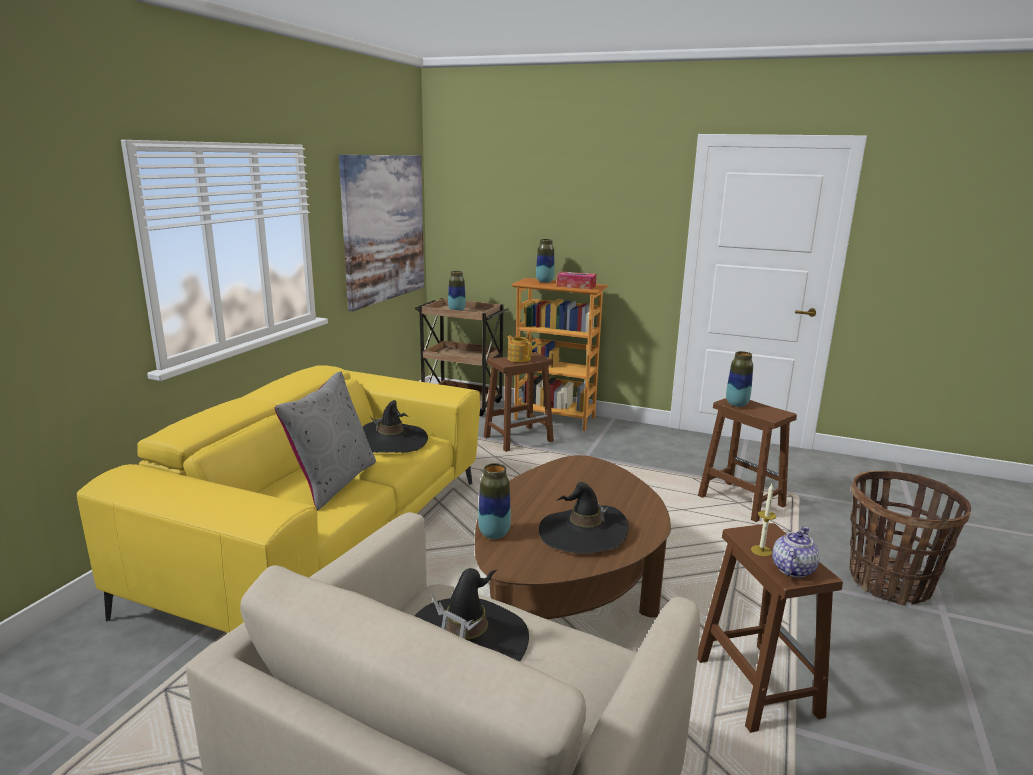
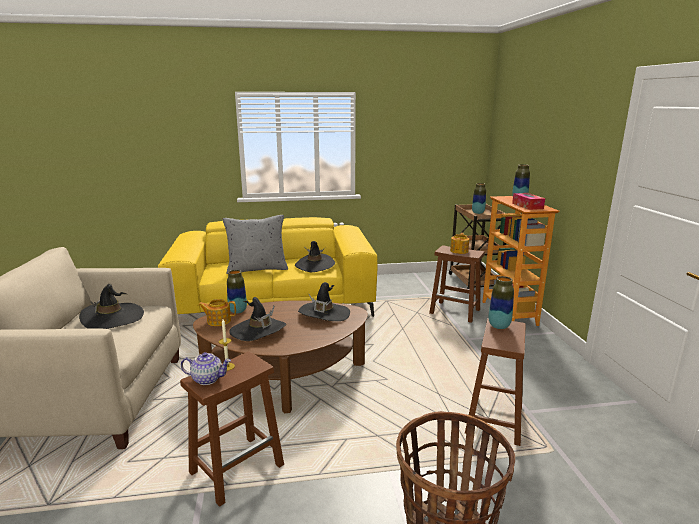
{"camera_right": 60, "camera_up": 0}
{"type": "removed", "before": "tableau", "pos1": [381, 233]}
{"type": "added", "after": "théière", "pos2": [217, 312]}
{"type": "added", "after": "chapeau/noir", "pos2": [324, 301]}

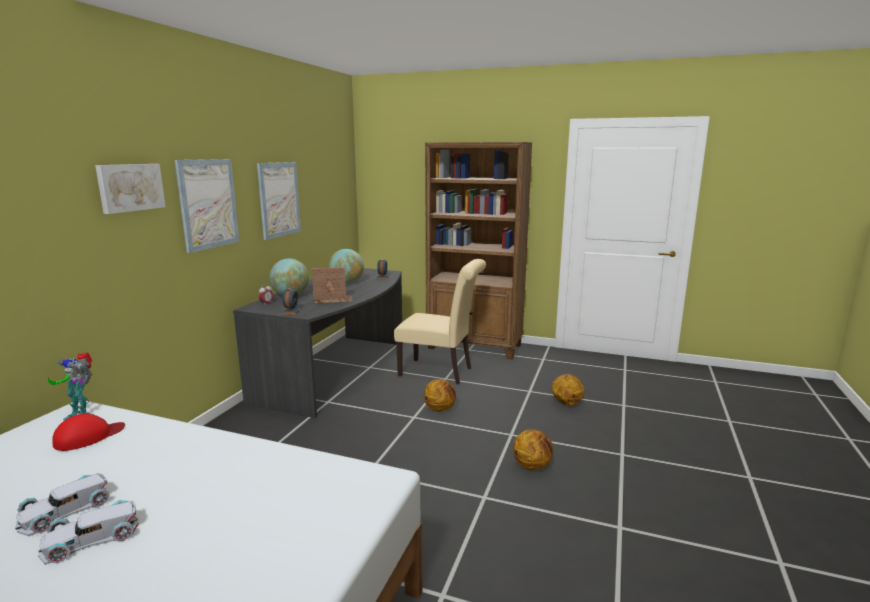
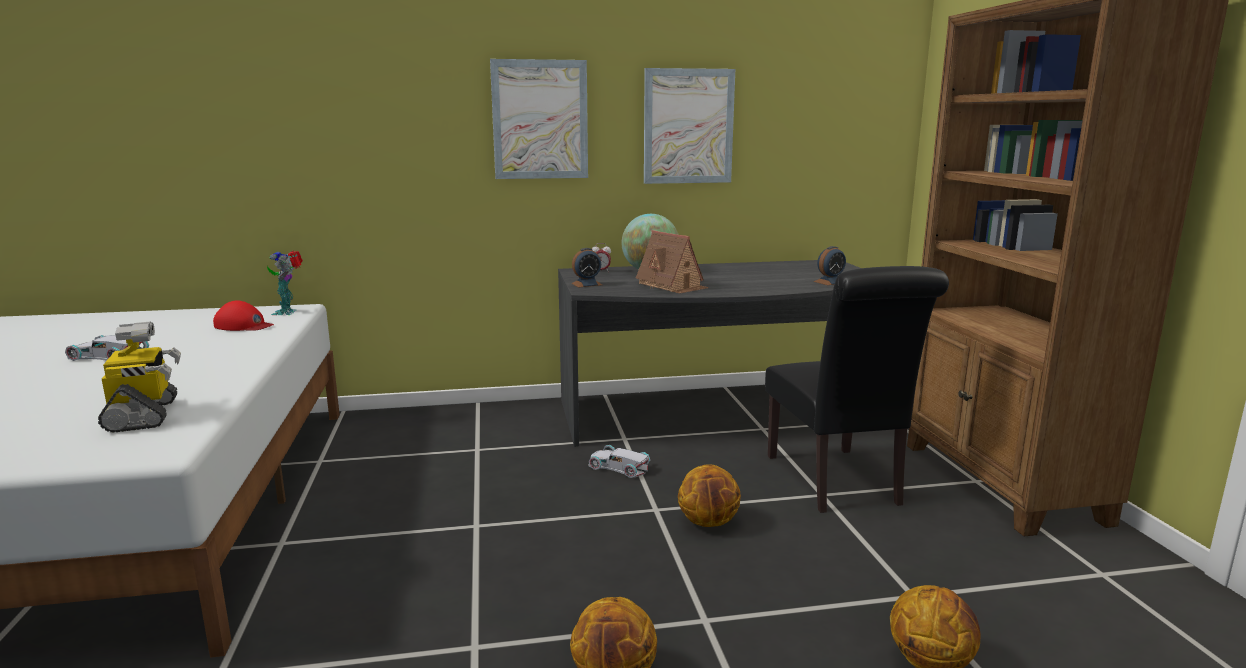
{"camera_right": 60, "camera_up": 0}
{"type": "removed", "before": "tableau", "pos1": [130, 189]}
{"type": "removed", "before": "globe", "pos1": [346, 266]}
{"type": "added", "after": "robot jouet", "pos2": [139, 377]}
{"type": "moved", "before": "petite voiture/blanc", "pos1": [88, 532], "pos2": [619, 461]}
{"type": "recoloured", "before": "chaise/beige", "after": "chaise/noir", "pos1": [440, 321], "pos2": [857, 389]}

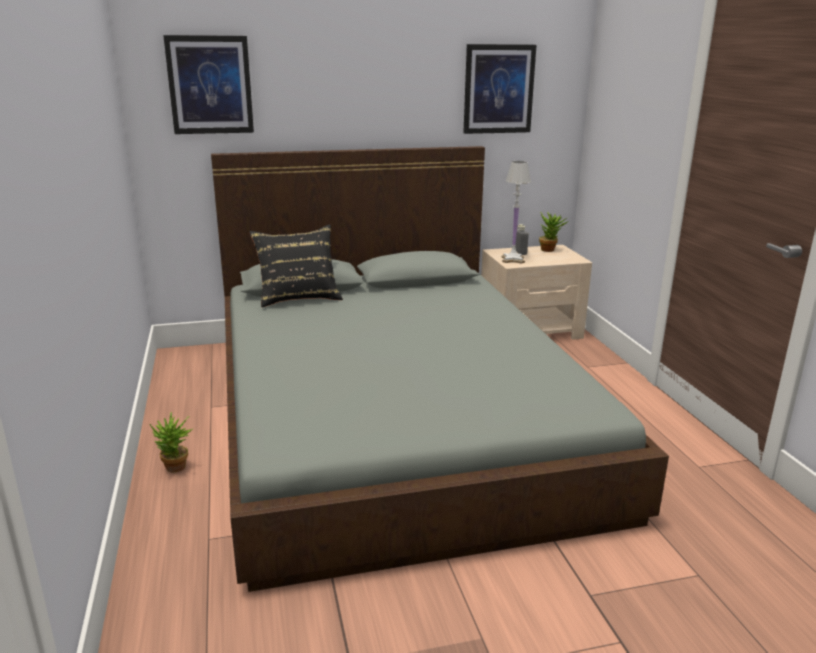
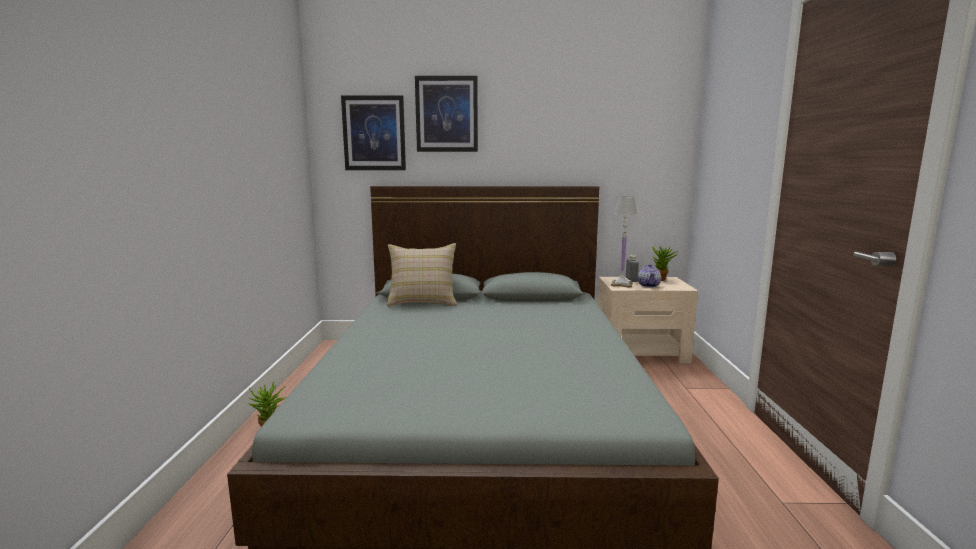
{"camera_right": 15, "camera_up": -10}
{"type": "added", "after": "théière", "pos2": [649, 276]}
{"type": "moved", "before": "tableau", "pos1": [500, 89], "pos2": [446, 114]}
{"type": "recoloured", "before": "coussin/noir", "after": "coussin/beige", "pos1": [296, 266], "pos2": [422, 274]}

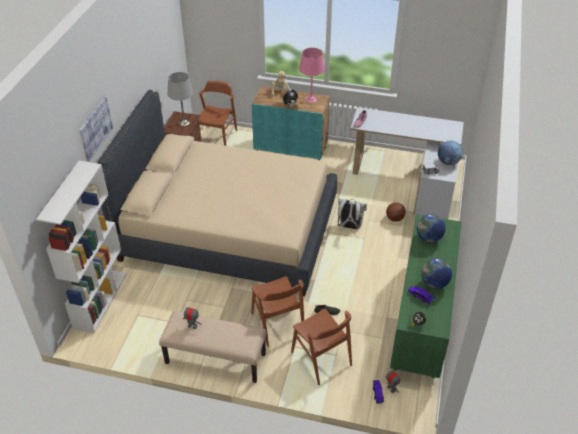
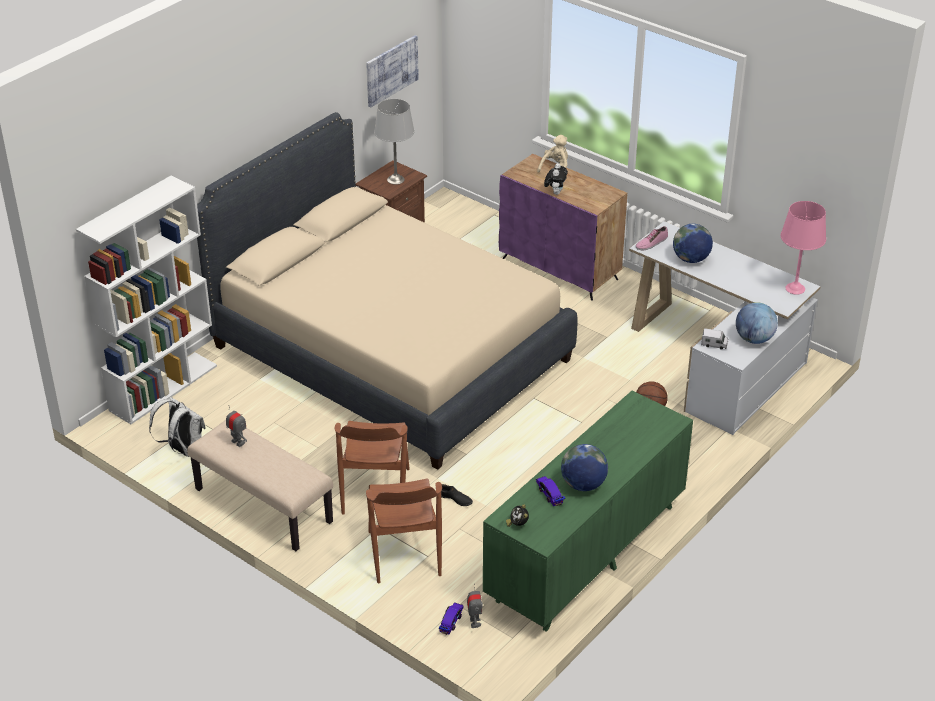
{"camera_right": 25, "camera_up": -5}
{"type": "removed", "before": "chaise/marron", "pos1": [218, 113]}
{"type": "moved", "before": "tableau", "pos1": [96, 129], "pos2": [392, 71]}
{"type": "moved", "before": "lampe de table/rose", "pos1": [312, 75], "pos2": [803, 248]}
{"type": "moved", "before": "sac à dos/blanc", "pos1": [352, 214], "pos2": [177, 427]}
{"type": "moved", "before": "globe", "pos1": [431, 228], "pos2": [693, 243]}
{"type": "recoloured", "before": "meuble de rangement/turquoise", "after": "meuble de rangement/violet", "pos1": [291, 123], "pos2": [563, 227]}

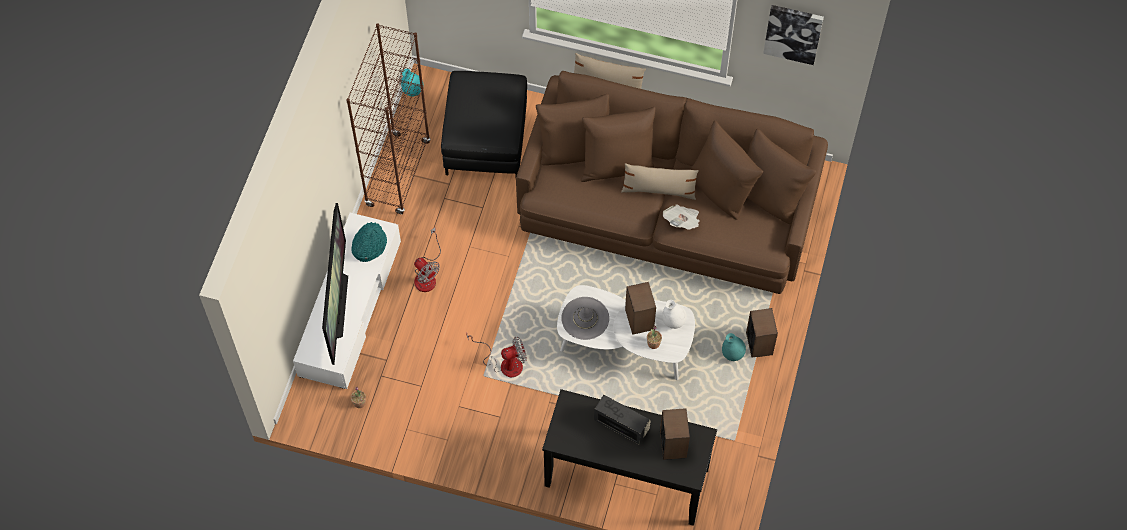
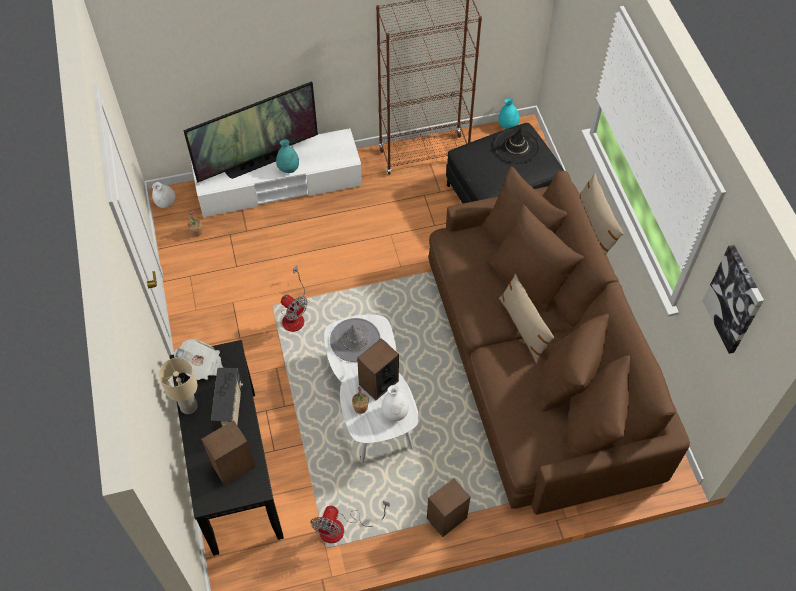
{"camera_right": 60, "camera_up": -5}
{"type": "removed", "before": "chapeau/turquoise", "pos1": [369, 242]}
{"type": "added", "after": "vase/blanc", "pos2": [164, 195]}
{"type": "added", "after": "lampe de table/beige", "pos2": [178, 386]}
{"type": "added", "after": "chapeau/noir", "pos2": [516, 145]}
{"type": "moved", "before": "ventilateur", "pos1": [427, 259], "pos2": [350, 522]}
{"type": "moved", "before": "journal", "pos1": [681, 217], "pos2": [198, 359]}
{"type": "moved", "before": "vase/turquoise", "pos1": [734, 347], "pos2": [287, 156]}

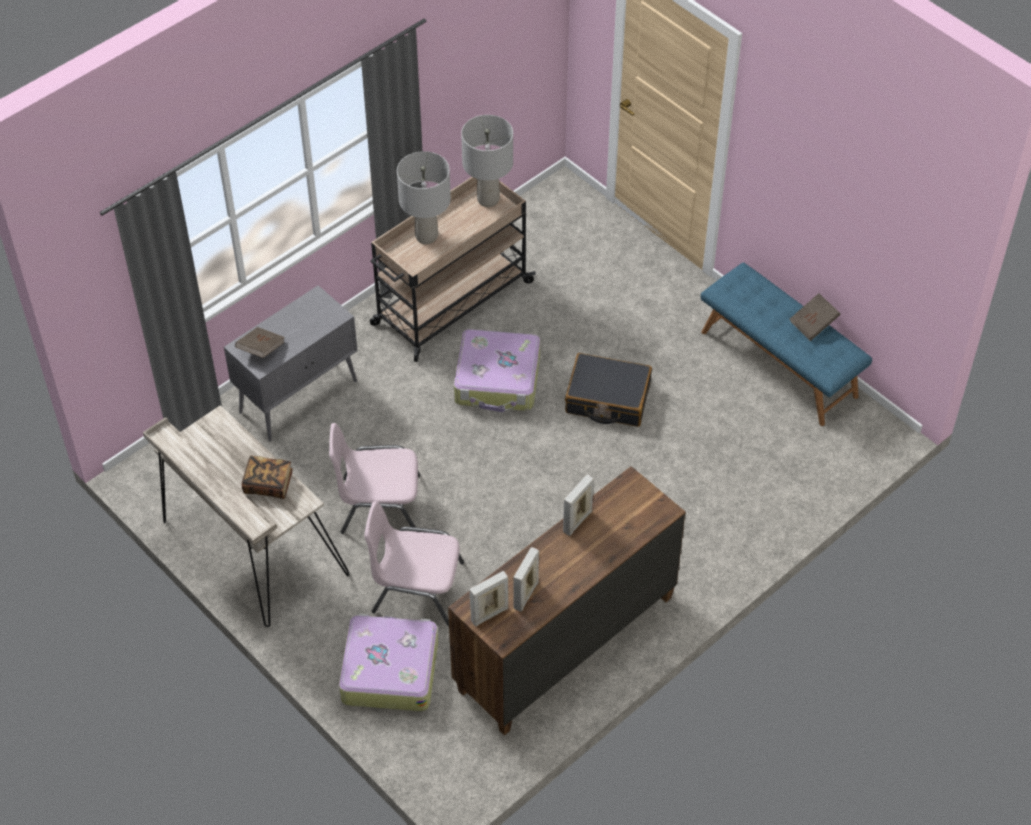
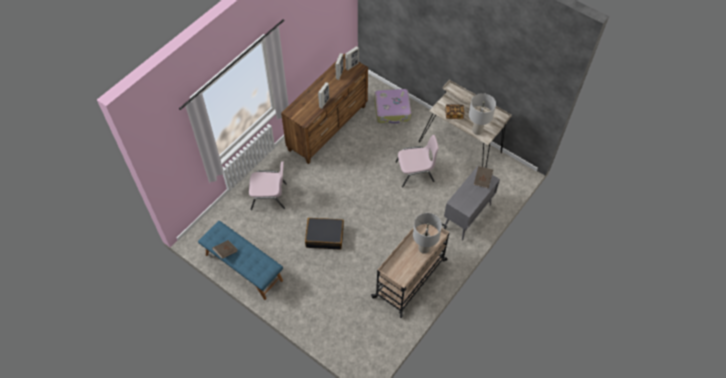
{"camera_right": 170, "camera_up": 5}
{"type": "removed", "before": "valise", "pos1": [497, 370]}
{"type": "moved", "before": "chaise/rose", "pos1": [414, 563], "pos2": [268, 186]}
{"type": "moved", "before": "lampe de table/gris", "pos1": [487, 161], "pos2": [482, 114]}

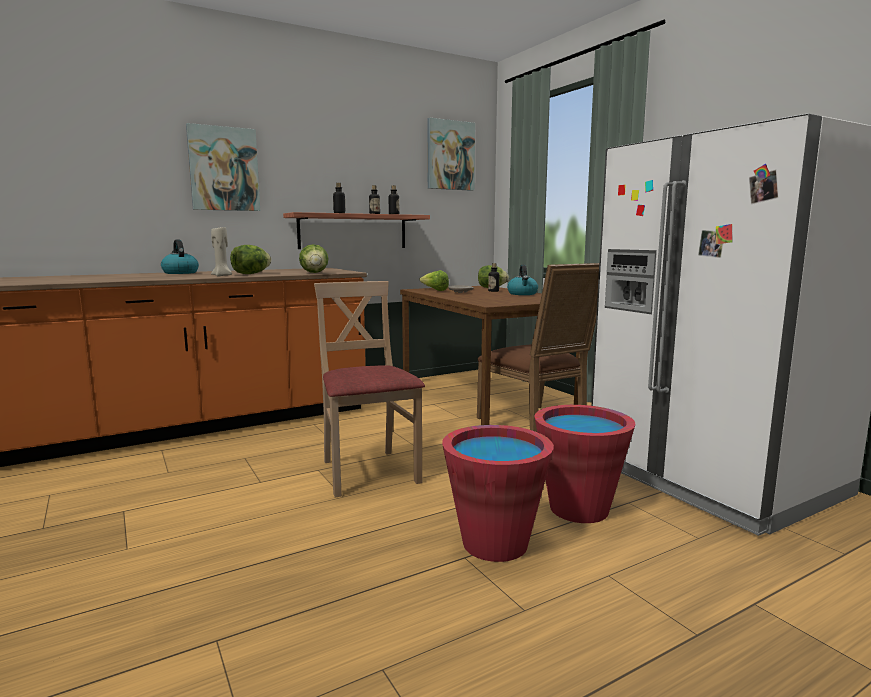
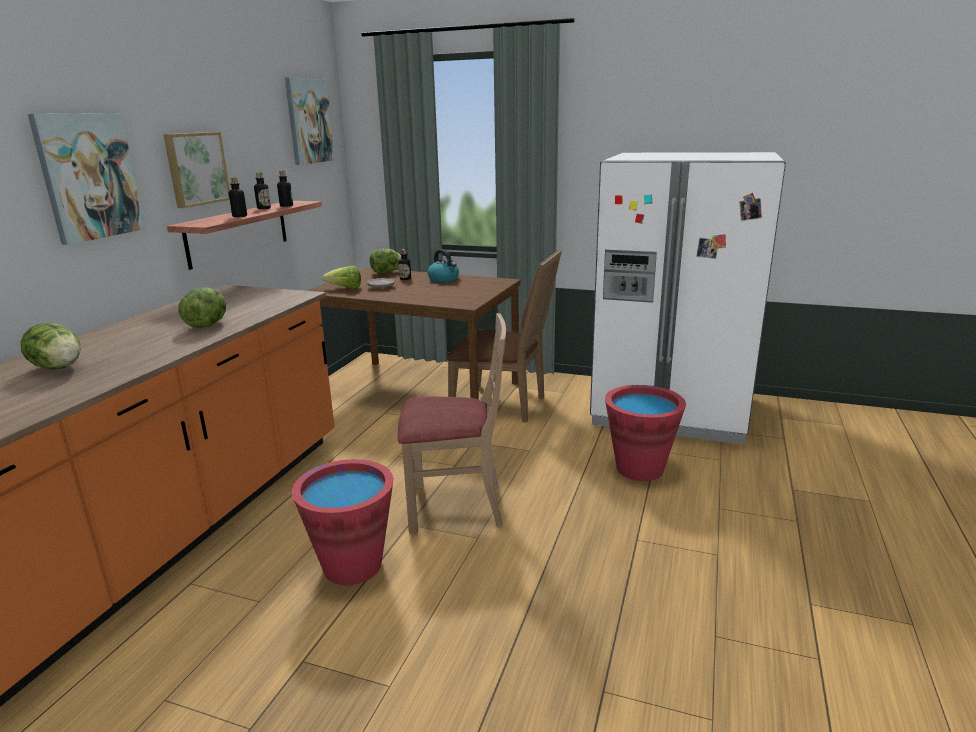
{"camera_right": -40, "camera_up": 10}
{"type": "removed", "before": "bouilloire", "pos1": [180, 257]}
{"type": "removed", "before": "bougie/beige", "pos1": [221, 251]}
{"type": "added", "after": "tableau", "pos2": [196, 170]}
{"type": "moved", "before": "laitue", "pos1": [313, 258], "pos2": [50, 346]}
{"type": "moved", "before": "seau/rouge", "pos1": [498, 493], "pos2": [343, 522]}
{"type": "turned", "before": "chaise/beige", "pos1": [369, 389], "pos2": [452, 423], "turn": 150}

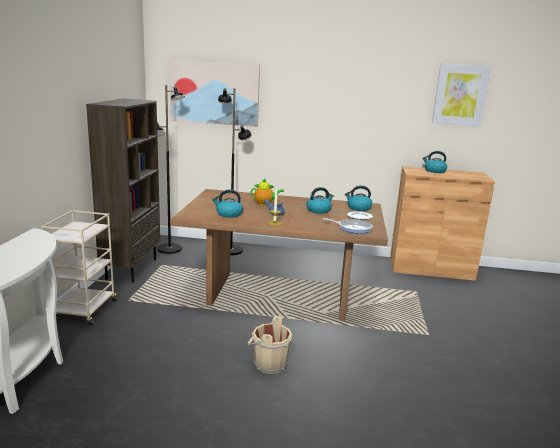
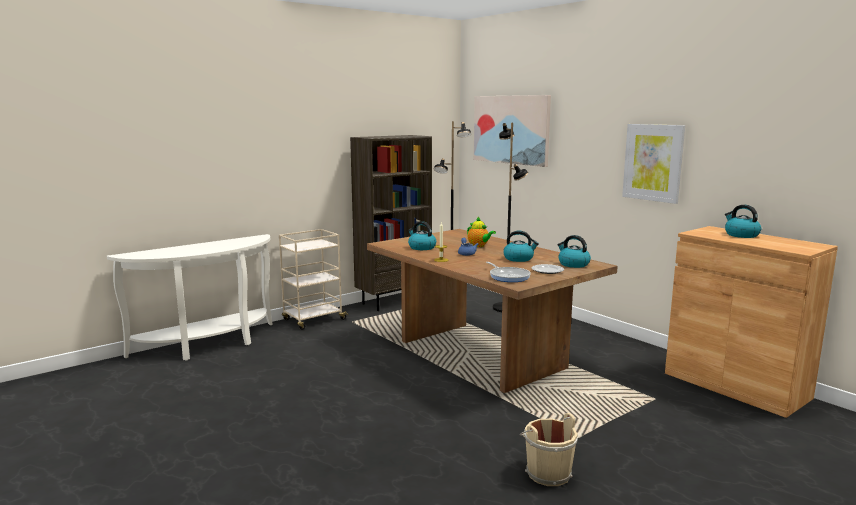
{"camera_right": 45, "camera_up": -5}
{"type": "moved", "before": "seau/beige", "pos1": [270, 345], "pos2": [549, 449]}
{"type": "moved", "before": "tableau", "pos1": [461, 95], "pos2": [653, 164]}

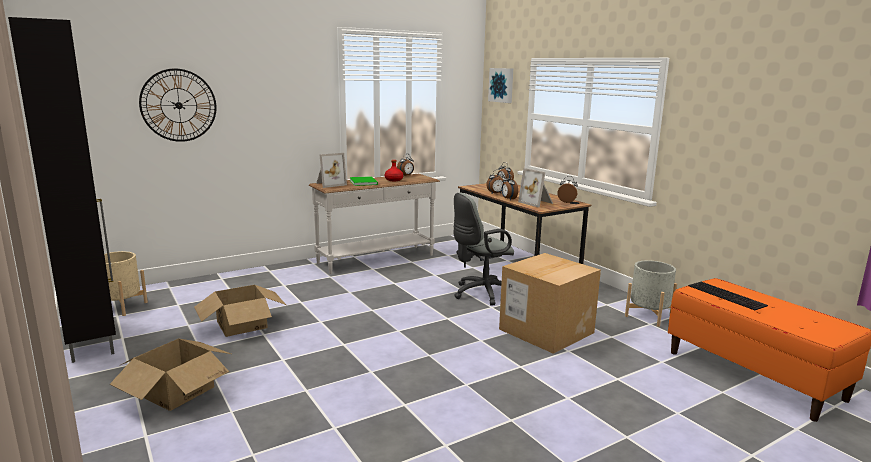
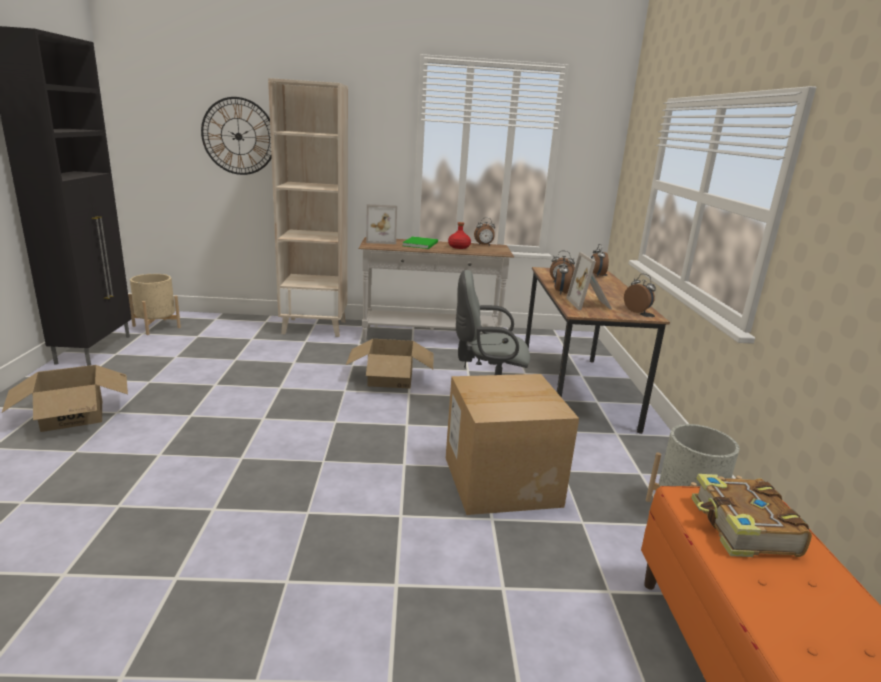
{"camera_right": 30, "camera_up": 5}
{"type": "removed", "before": "tableau", "pos1": [500, 85]}
{"type": "added", "after": "bibliothèque/beige", "pos2": [308, 207]}
{"type": "moved", "before": "carton", "pos1": [240, 311], "pos2": [390, 364]}
{"type": "replaced", "before": "clavier", "after": "livre", "pos1": [728, 296], "pos2": [751, 515]}

